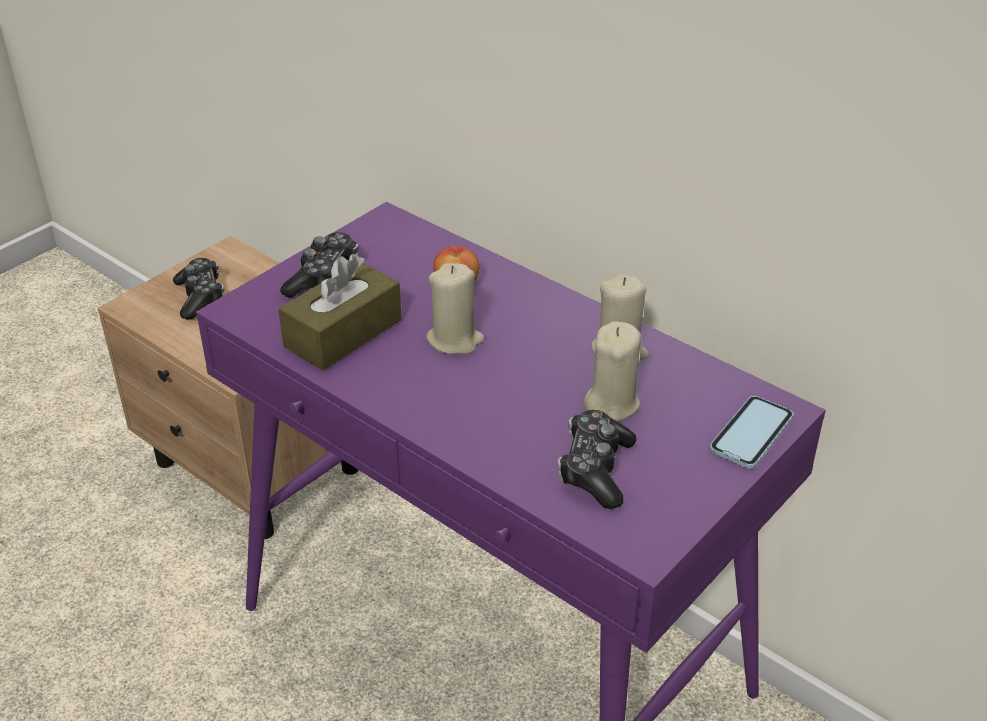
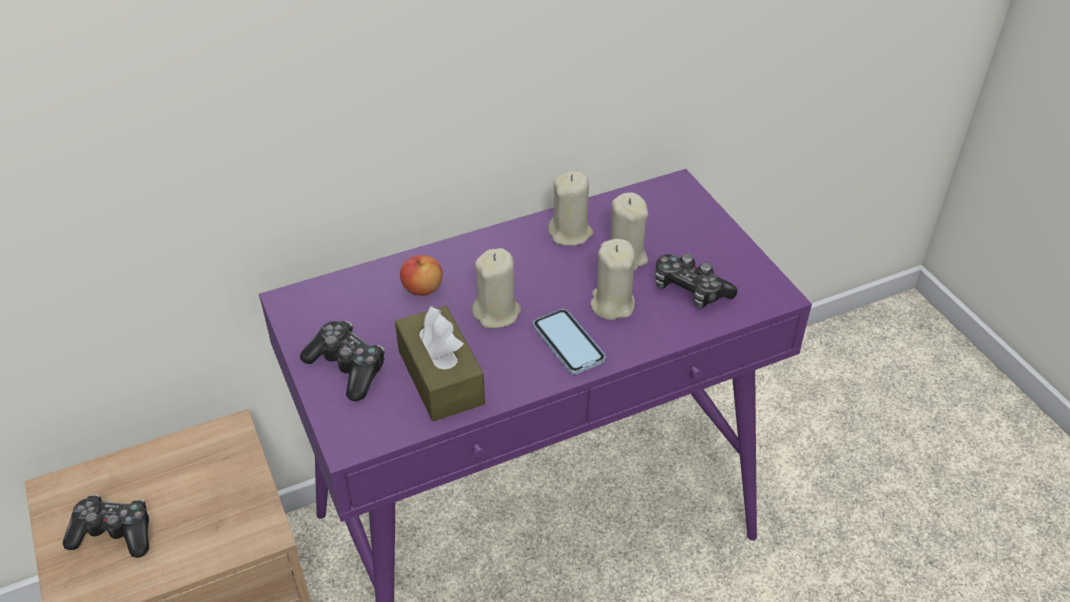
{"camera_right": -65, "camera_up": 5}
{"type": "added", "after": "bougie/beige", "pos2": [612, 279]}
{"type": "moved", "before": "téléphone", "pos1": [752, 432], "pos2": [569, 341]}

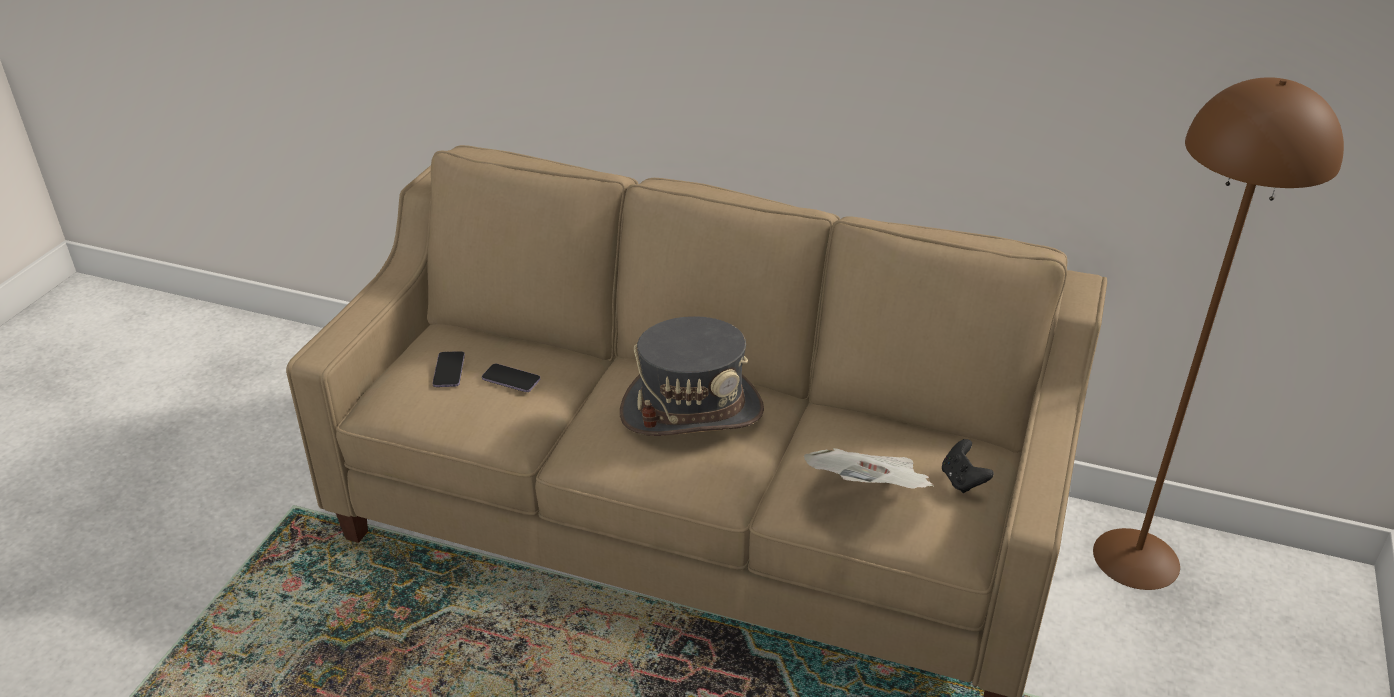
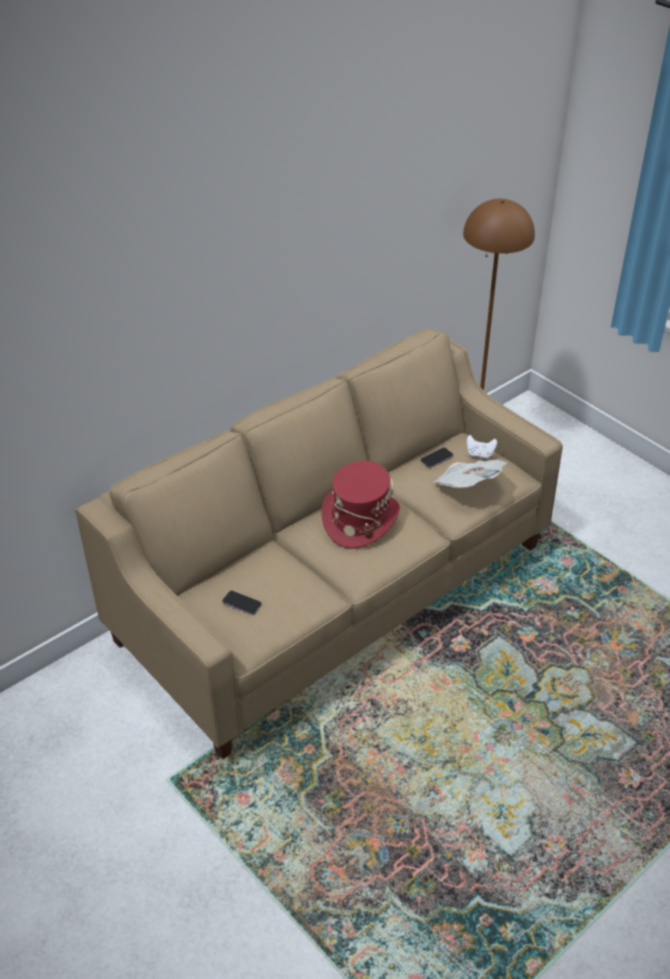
{"camera_right": -60, "camera_up": 5}
{"type": "moved", "before": "téléphone", "pos1": [511, 378], "pos2": [436, 457]}
{"type": "recoloured", "before": "chapeau/gris", "after": "chapeau/rouge", "pos1": [692, 376], "pos2": [361, 505]}
{"type": "recoloured", "before": "manette/noir", "after": "manette/blanc", "pos1": [968, 466], "pos2": [482, 446]}

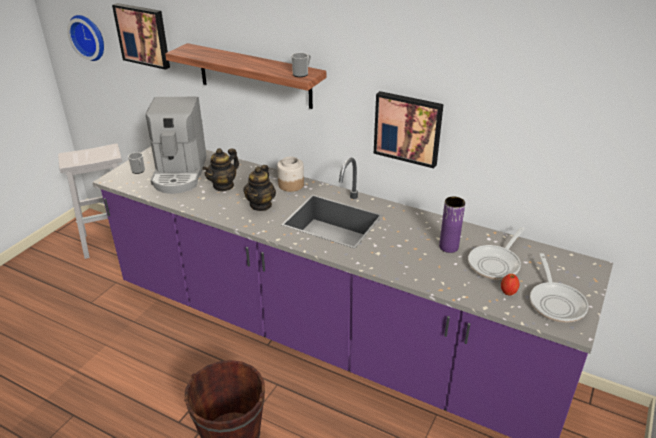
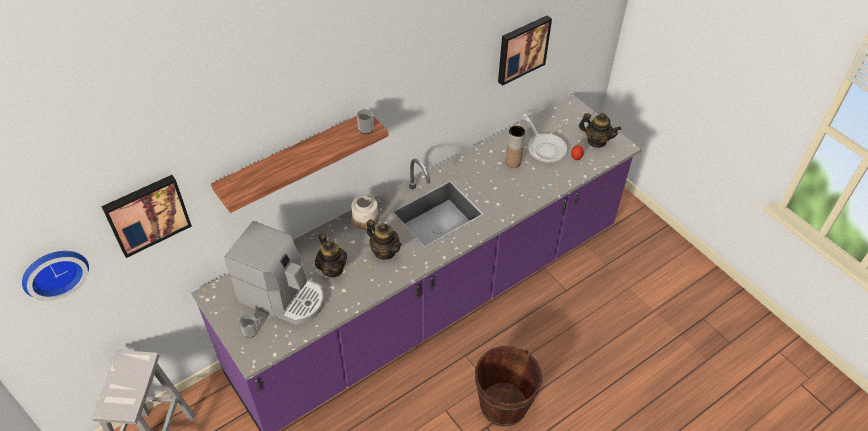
{"camera_right": -65, "camera_up": 15}
{"type": "moved", "before": "tableau", "pos1": [409, 129], "pos2": [525, 50]}
{"type": "replaced", "before": "poêle", "after": "théière", "pos1": [559, 288], "pos2": [600, 130]}
{"type": "recoloured", "before": "vase/violet", "after": "vase/marron", "pos1": [452, 224], "pos2": [515, 147]}

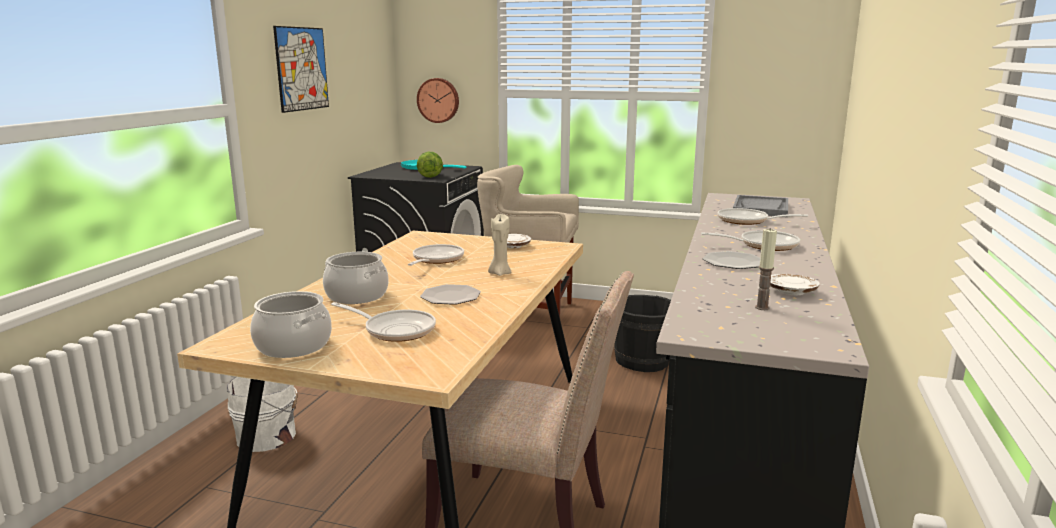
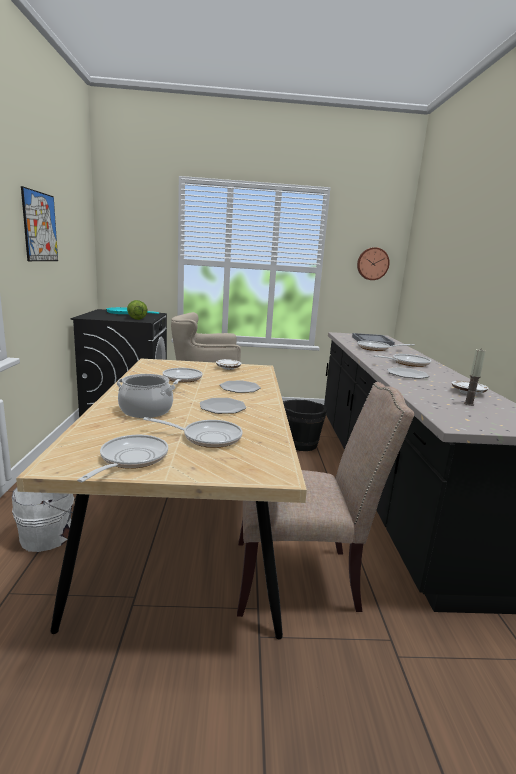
{"camera_right": -20, "camera_up": 0}
{"type": "moved", "before": "horloge murale", "pos1": [438, 100], "pos2": [373, 263]}
{"type": "replaced", "before": "marmite", "after": "poêle", "pos1": [291, 324], "pos2": [122, 458]}
{"type": "replaced", "before": "bougie/beige", "after": "assiette", "pos1": [499, 245], "pos2": [240, 386]}

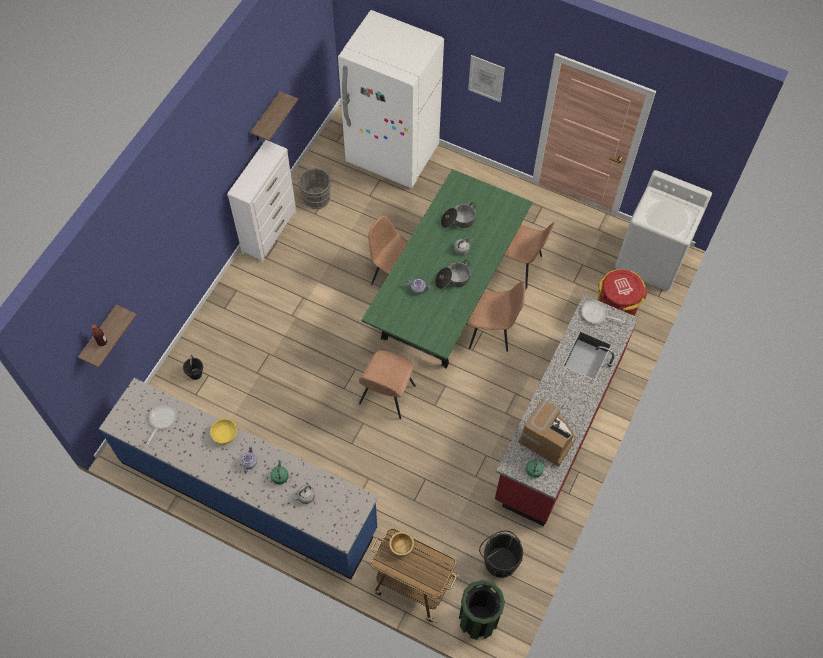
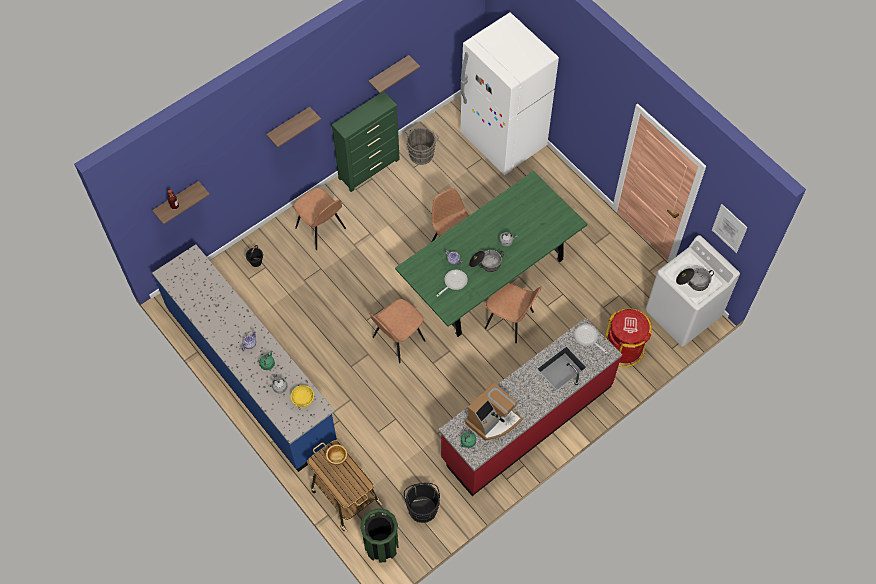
{"camera_right": 25, "camera_up": 0}
{"type": "added", "after": "étagère", "pos2": [293, 127]}
{"type": "moved", "before": "poêle", "pos1": [161, 424], "pos2": [452, 283]}
{"type": "moved", "before": "bol/jaune", "pos1": [223, 431], "pos2": [302, 396]}
{"type": "moved", "before": "marmite", "pos1": [458, 215], "pos2": [695, 279]}
{"type": "moved", "before": "tableau", "pos1": [486, 78], "pos2": [730, 228]}
{"type": "moved", "before": "chaise/marron", "pos1": [529, 255], "pos2": [320, 219]}
{"type": "recoloured", "before": "commode/blanc", "after": "commode/vert", "pos1": [261, 201], "pos2": [365, 141]}
{"type": "turned", "before": "machine à café", "pos1": [547, 433], "pos2": [494, 411], "turn": 75}

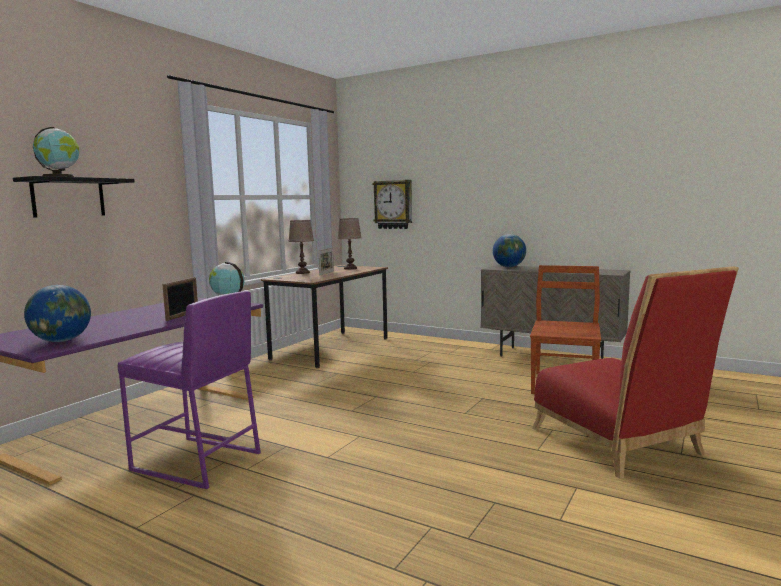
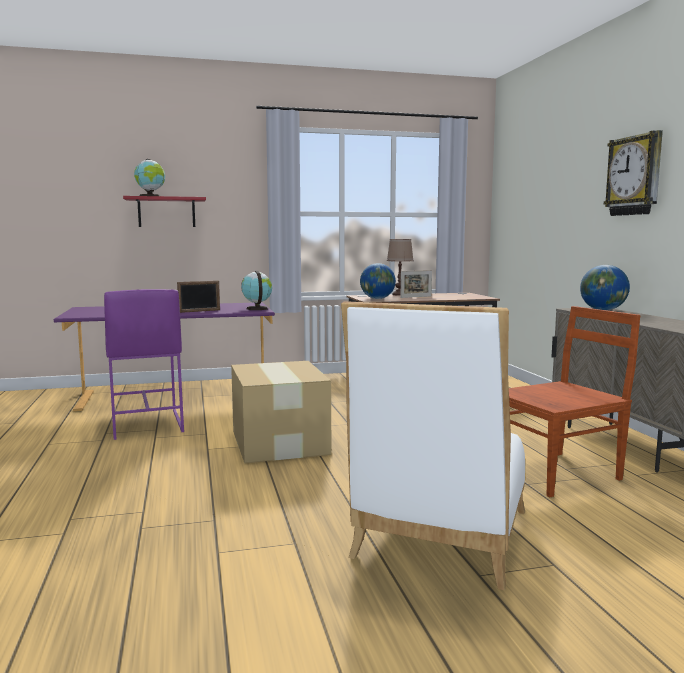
{"camera_right": 45, "camera_up": 0}
{"type": "removed", "before": "lampe de table/marron", "pos1": [349, 244]}
{"type": "added", "after": "carton", "pos2": [281, 412]}
{"type": "moved", "before": "globe", "pos1": [57, 313], "pos2": [378, 281]}
{"type": "moved", "before": "horloge murale", "pos1": [392, 204], "pos2": [633, 173]}
{"type": "recoloured", "before": "étagère/noir", "after": "étagère/rouge", "pos1": [74, 197], "pos2": [164, 211]}
{"type": "recoloured", "before": "chaise/rouge", "after": "chaise/blanc", "pos1": [635, 372], "pos2": [433, 445]}

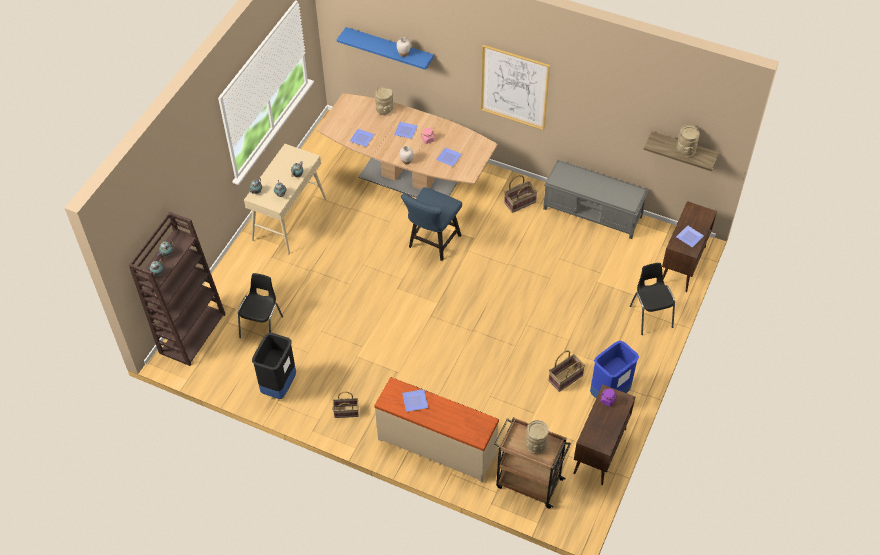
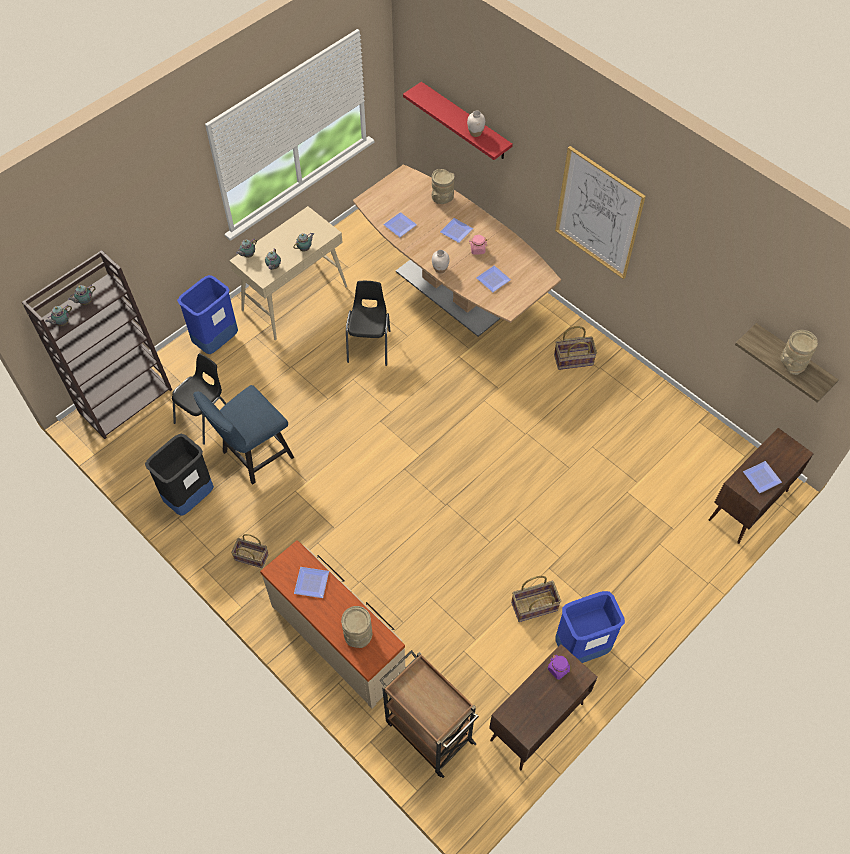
{"camera_right": 20, "camera_up": 5}
{"type": "removed", "before": "banc/gris", "pos1": [595, 199]}
{"type": "added", "after": "poubelle/bleu", "pos2": [207, 314]}
{"type": "moved", "before": "chaise/bleu", "pos1": [431, 224], "pos2": [243, 434]}
{"type": "moved", "before": "vase/beige", "pos1": [537, 437], "pos2": [356, 627]}
{"type": "moved", "before": "chaise/noir", "pos1": [652, 299], "pos2": [368, 323]}
{"type": "recoloured", "before": "étagère/bleu", "after": "étagère/rouge", "pos1": [385, 48], "pos2": [458, 121]}

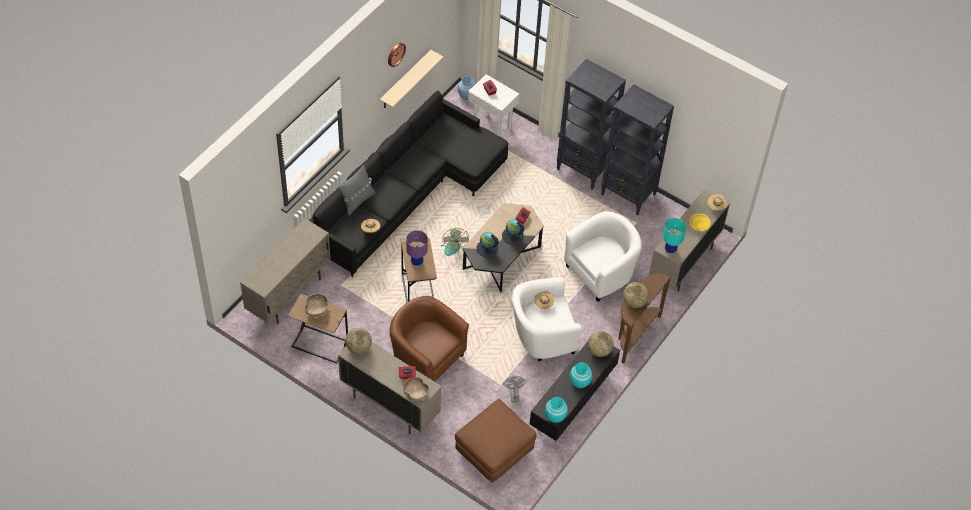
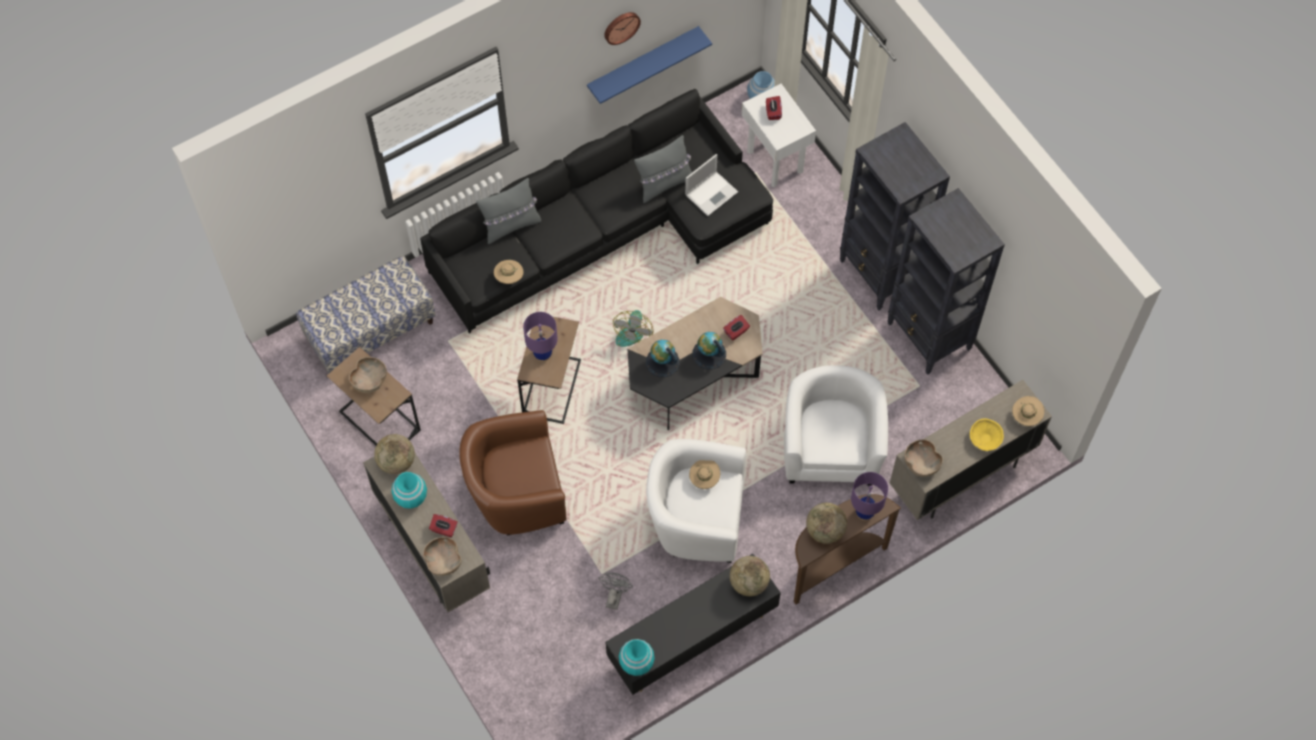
{"camera_right": 25, "camera_up": 10}
{"type": "removed", "before": "pouf/marron", "pos1": [496, 440]}
{"type": "added", "after": "coussin/gris", "pos2": [663, 169]}
{"type": "added", "after": "ordinateur portable", "pos2": [711, 185]}
{"type": "added", "after": "lampe de table/violet", "pos2": [869, 496]}
{"type": "moved", "before": "vase/turquoise", "pos1": [581, 375], "pos2": [409, 490]}
{"type": "replaced", "before": "meuble de rangement/beige", "after": "banc", "pos1": [285, 271], "pos2": [366, 314]}
{"type": "replaced", "before": "lampe de table/turquoise", "after": "bol/marron", "pos1": [674, 236], "pos2": [923, 458]}
{"type": "recoloured", "before": "étagère/beige", "after": "étagère/bleu", "pos1": [412, 79], "pos2": [649, 65]}
{"type": "turned", "before": "fauteuil/marron", "pos1": [429, 339], "pos2": [512, 473], "turn": -75}
{"type": "turned", "before": "fauteuil/blanc", "pos1": [603, 256], "pos2": [836, 425], "turn": -75}

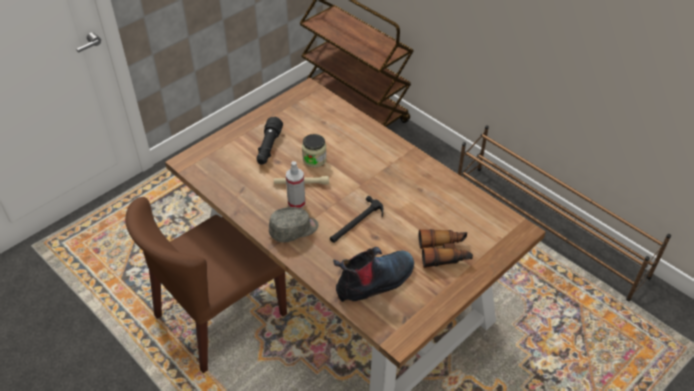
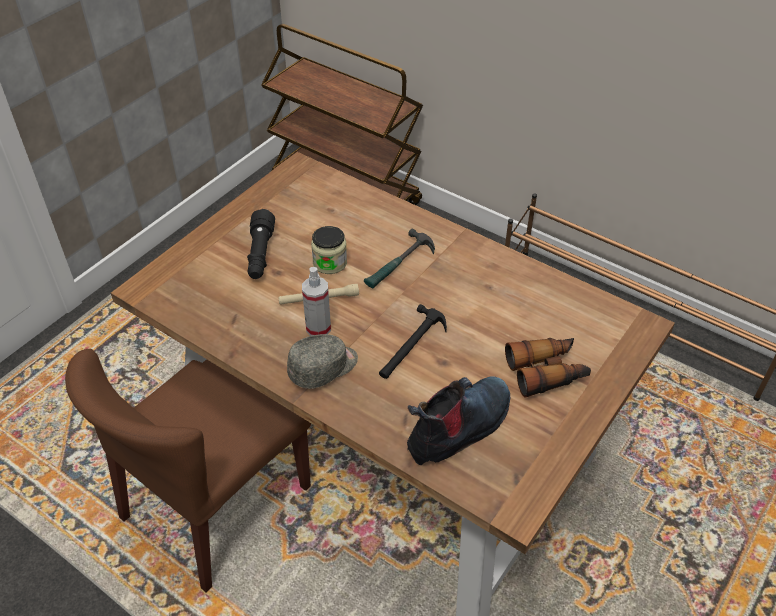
{"camera_right": -10, "camera_up": 0}
{"type": "added", "after": "marteau", "pos2": [399, 259]}

